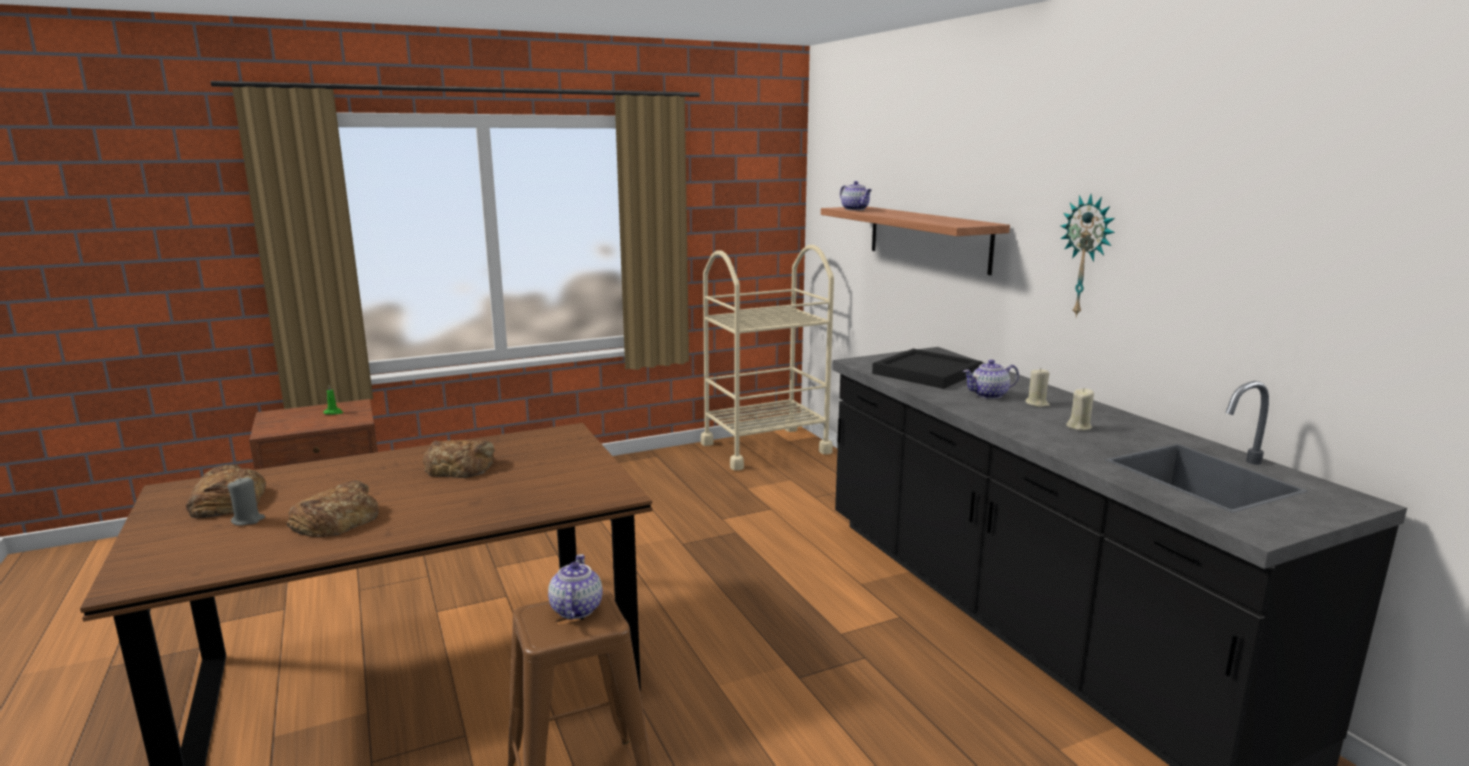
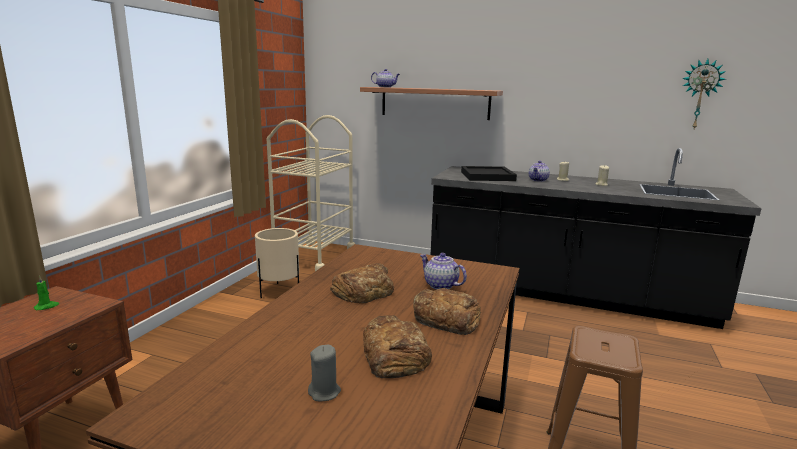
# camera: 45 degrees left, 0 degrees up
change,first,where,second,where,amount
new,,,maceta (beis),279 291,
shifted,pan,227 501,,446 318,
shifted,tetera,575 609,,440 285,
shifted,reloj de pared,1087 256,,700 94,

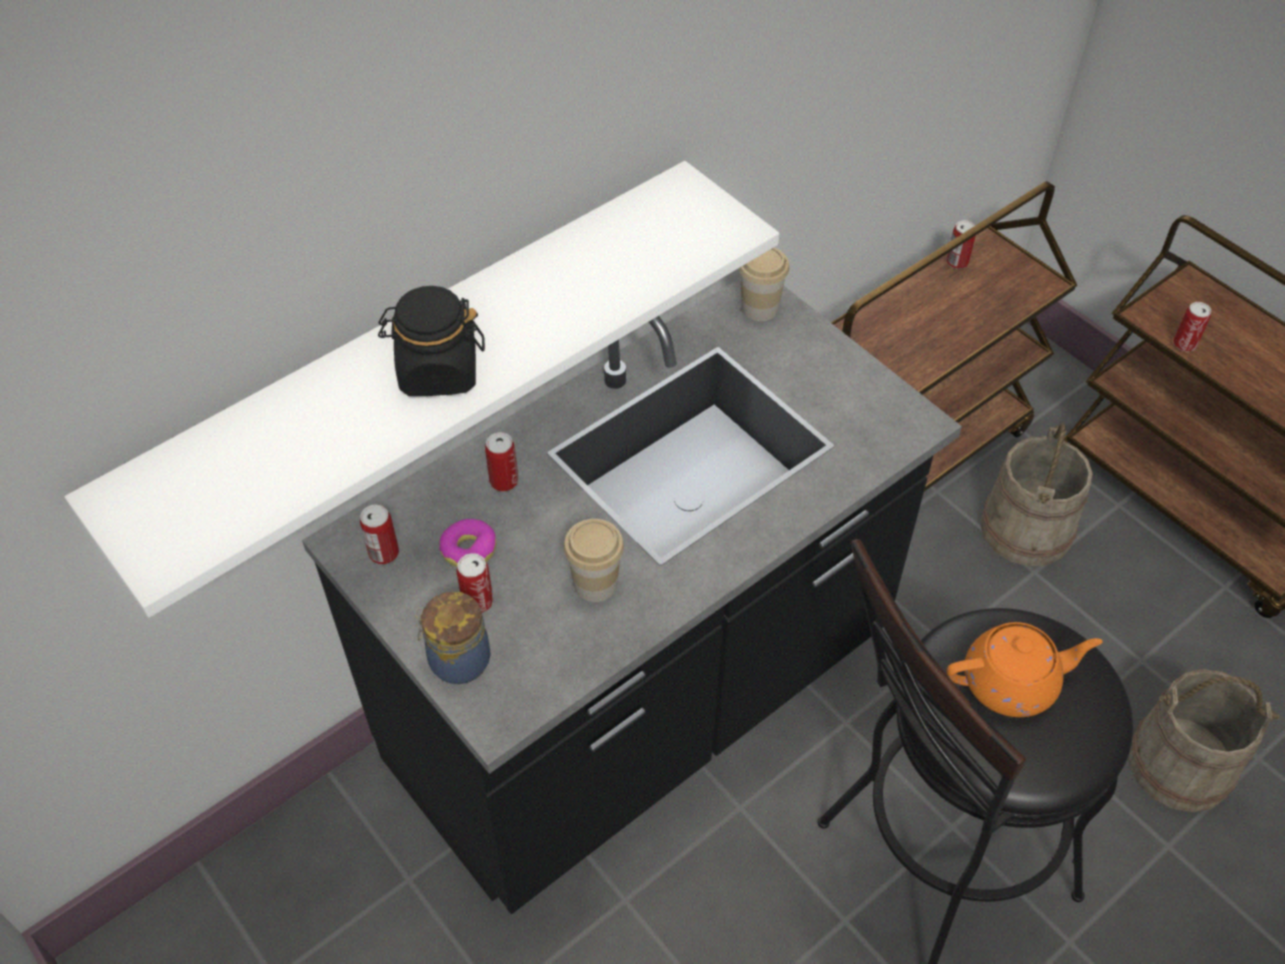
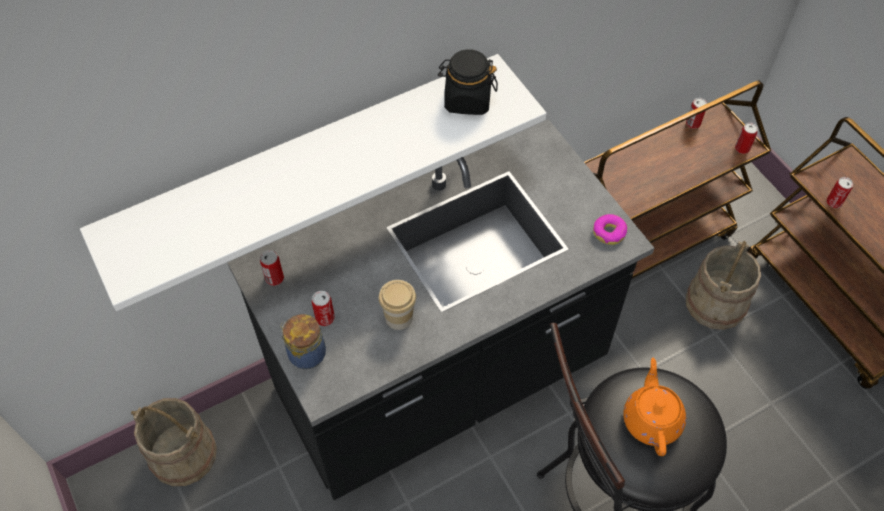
# camera: 10 degrees right, 5 degrees up
change,first,where,second,where,amount
shifted,cubo (beis),1180 764,,182 454,
shifted,tarro (negro),438 371,,467 100,
shifted,rosquilla,469 549,,609 232,
rotated,tetera (naranja),1012 682,,651 419,90 degrees counterclockwise
shifted,lata,504 481,,742 148,
gone,taza,759 308,,,

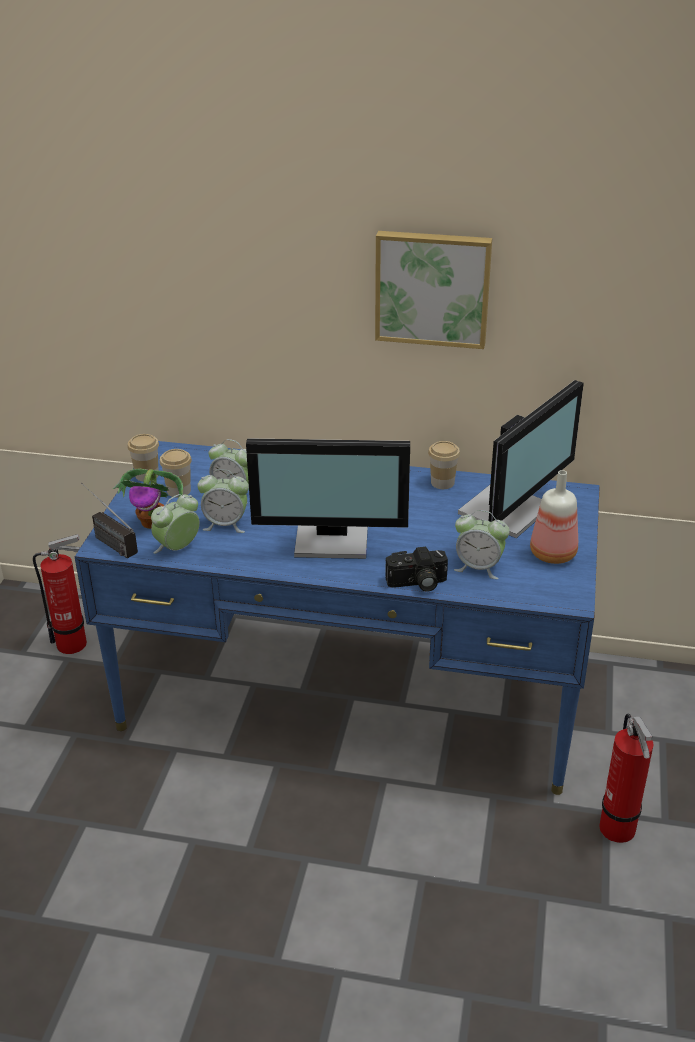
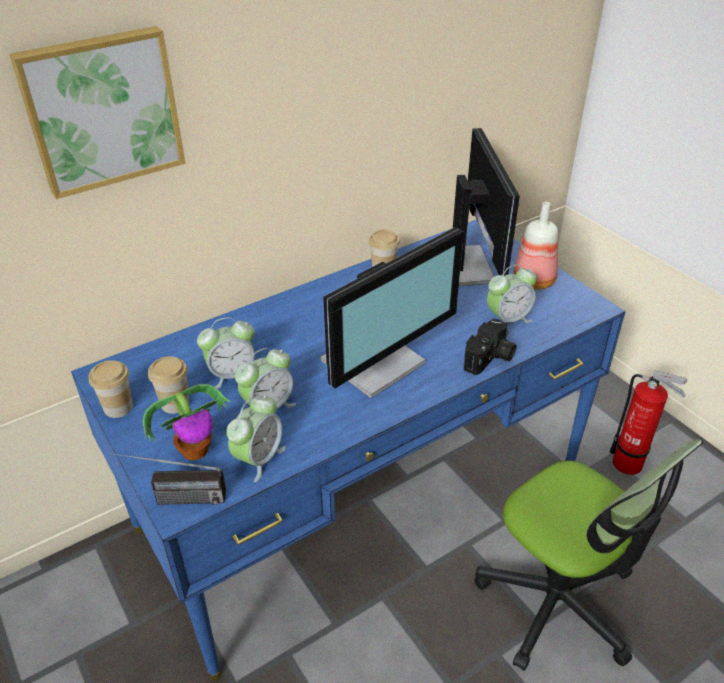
# camera: 45 degrees left, 5 degrees up
change,first,where,second,where,amount
shifted,cuadro,432 288,,102 110,
rotated,despertador,178 548,,259 458,150 degrees counterclockwise
new,,,silla de oficina,557 601,
gone,extintor,75 643,,,

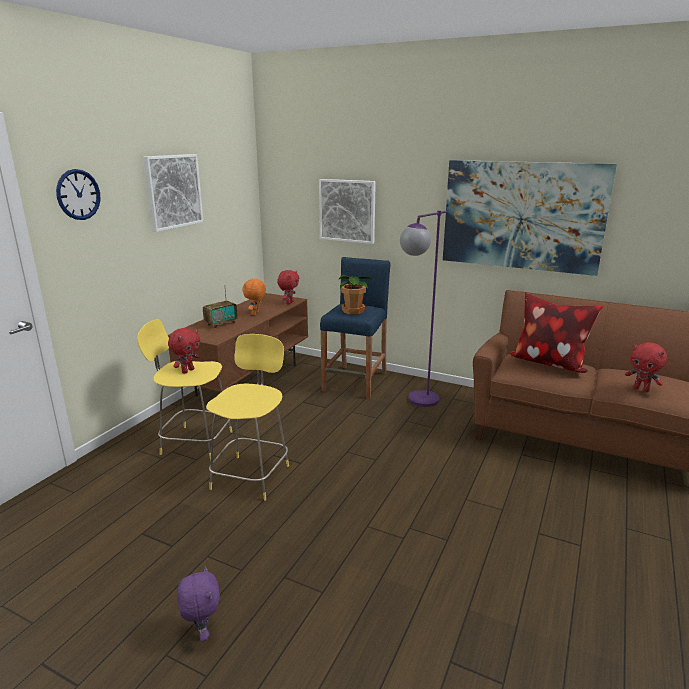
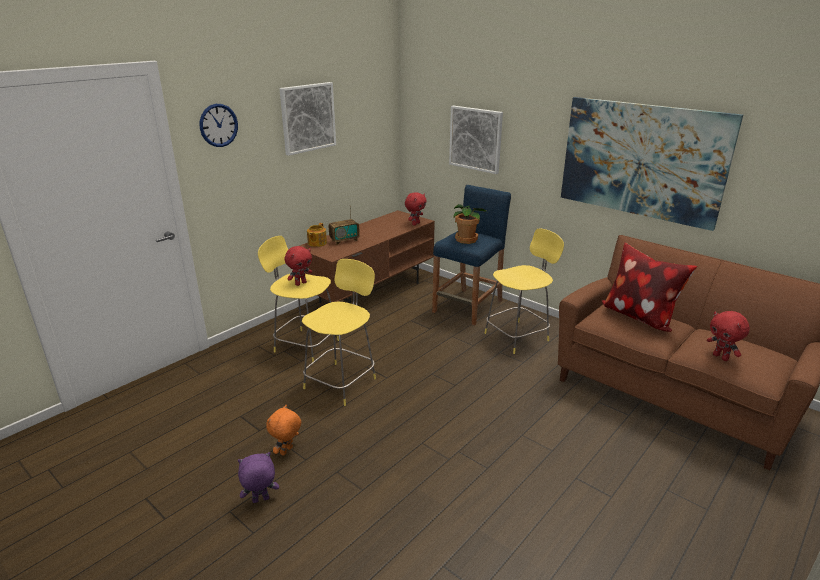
# camera: 15 degrees right, 5 degrees up
change,first,where,second,where,amount
rotated,peluche (morado),202 632,,260 500,105 degrees counterclockwise
shifted,peluche (naranja),255 313,,287 451,
new,,,tetera,317 243,
swapped,lámpara de pie (morado),417 403,taburete (amarillo),518 336,

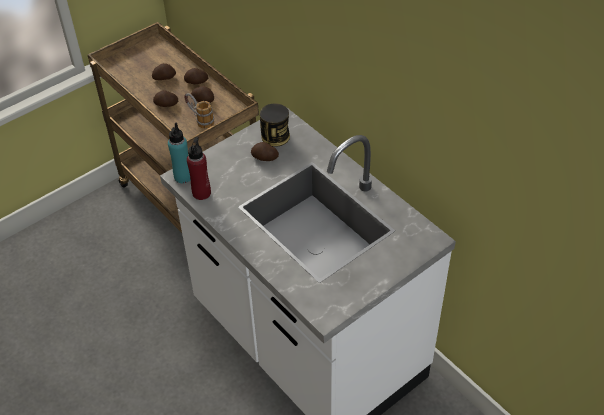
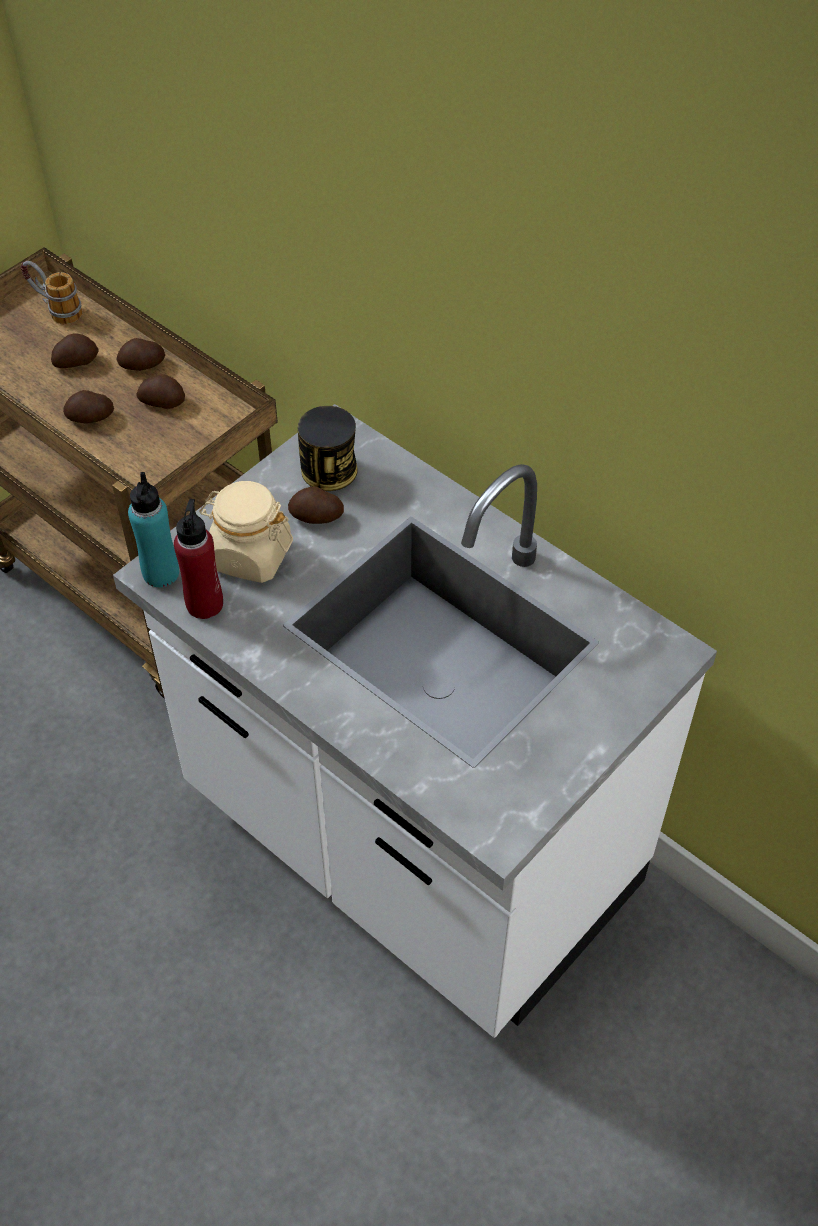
# camera: 10 degrees left, 5 degrees up
change,first,where,second,where,amount
shifted,taza grande,199 120,,55 310,
new,,,tarro (beis),250 555,

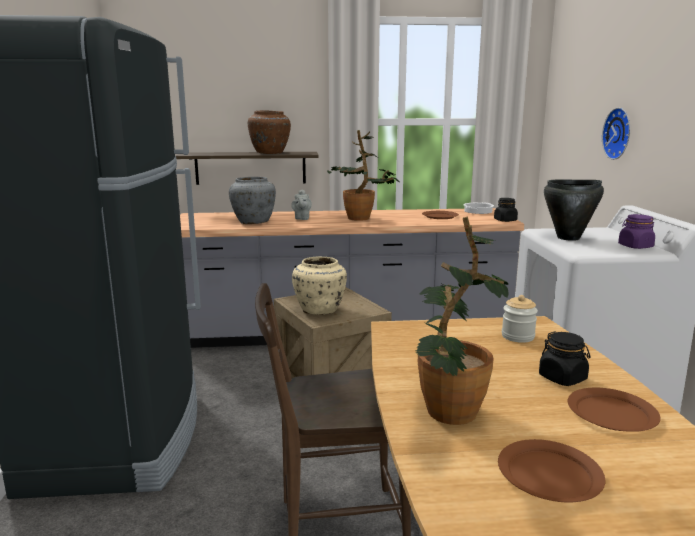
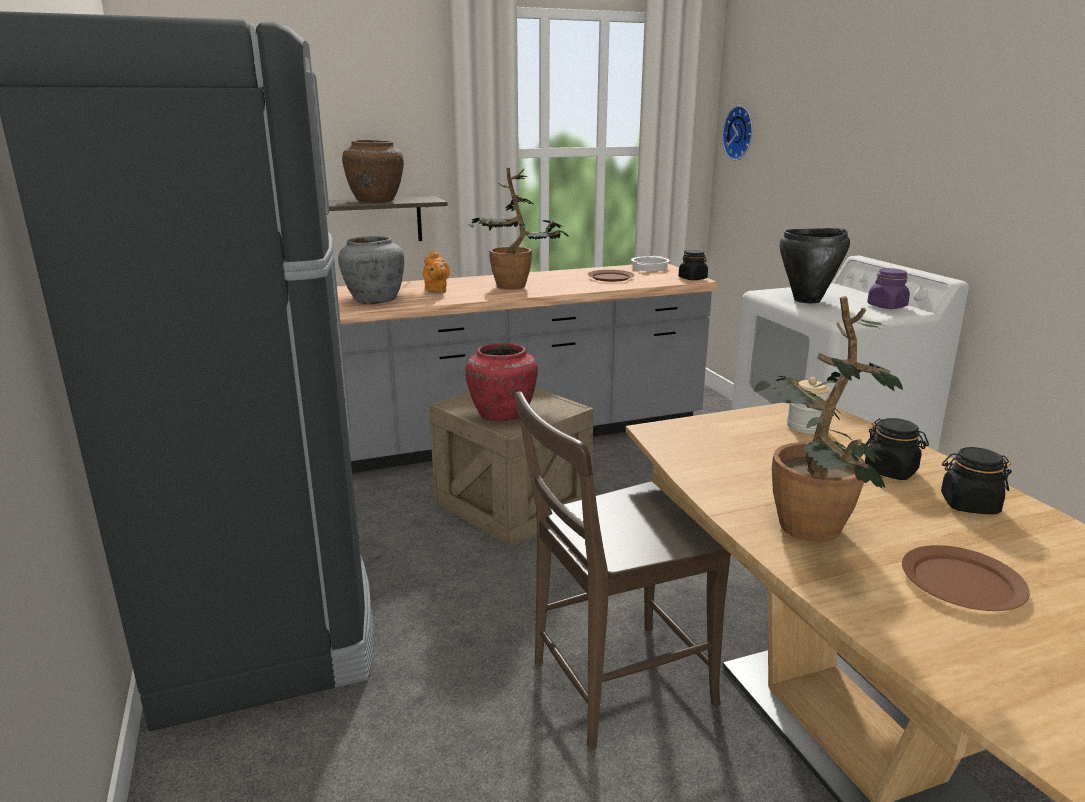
# camera: 15 degrees left, 5 degrees up
change,first,where,second,where,amount
repainted,tetera (gris),302 218,tetera (naranja),436 291,
repainted,florero (beis),320 310,florero (rojo),503 414,
shifted,reloj de pared,619 133,,740 133,
swapped,plato (marrón),612 413,tarro (negro),968 505,

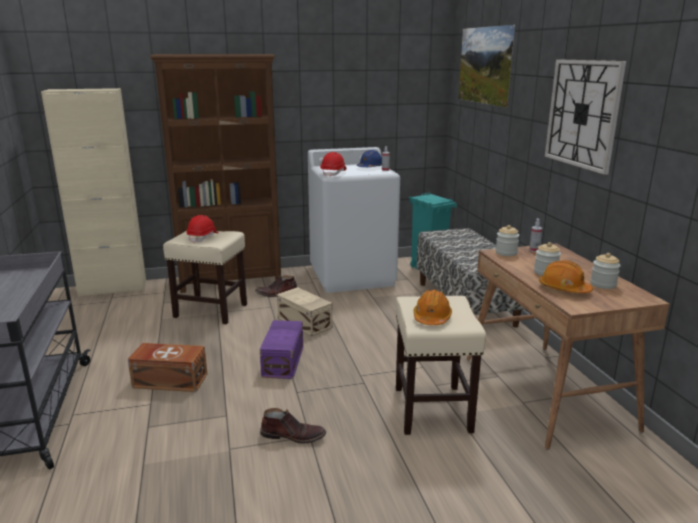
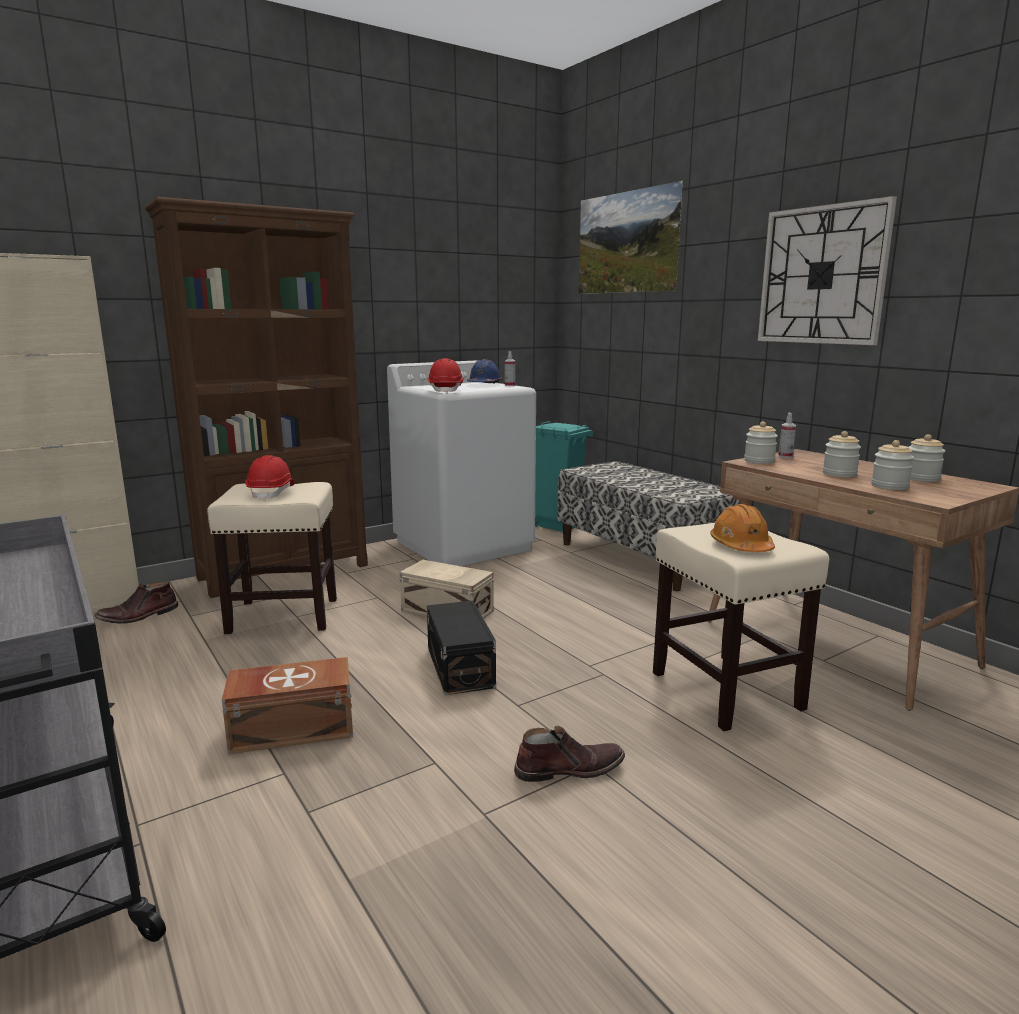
# camera: 20 degrees left, 5 degrees down
change,first,where,second,where,amount
shifted,bota (marrón),276 293,,138 616,
repainted,caja de almacenaje (morado),284 361,caja de almacenaje (negro),461 666,
swapped,casco (naranja),563 289,tarro,889 486,

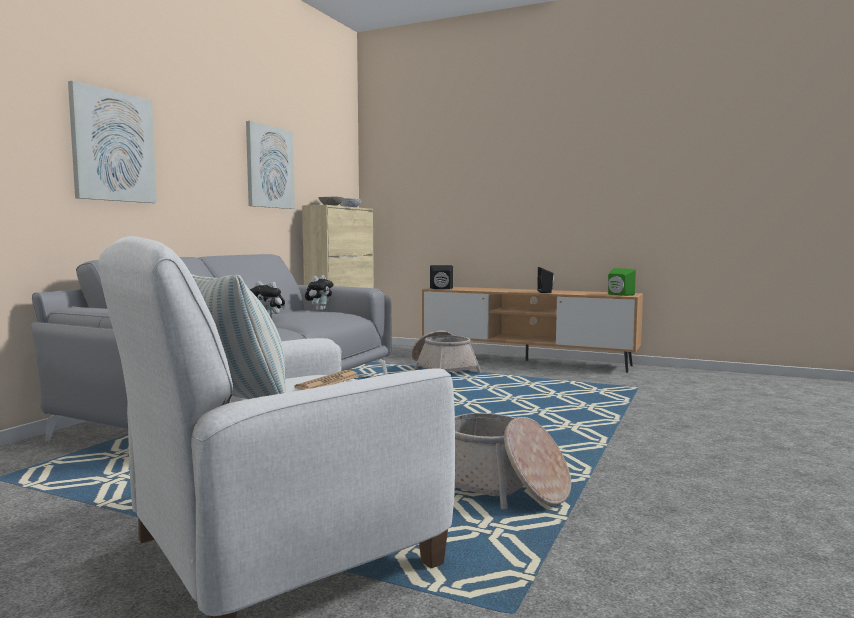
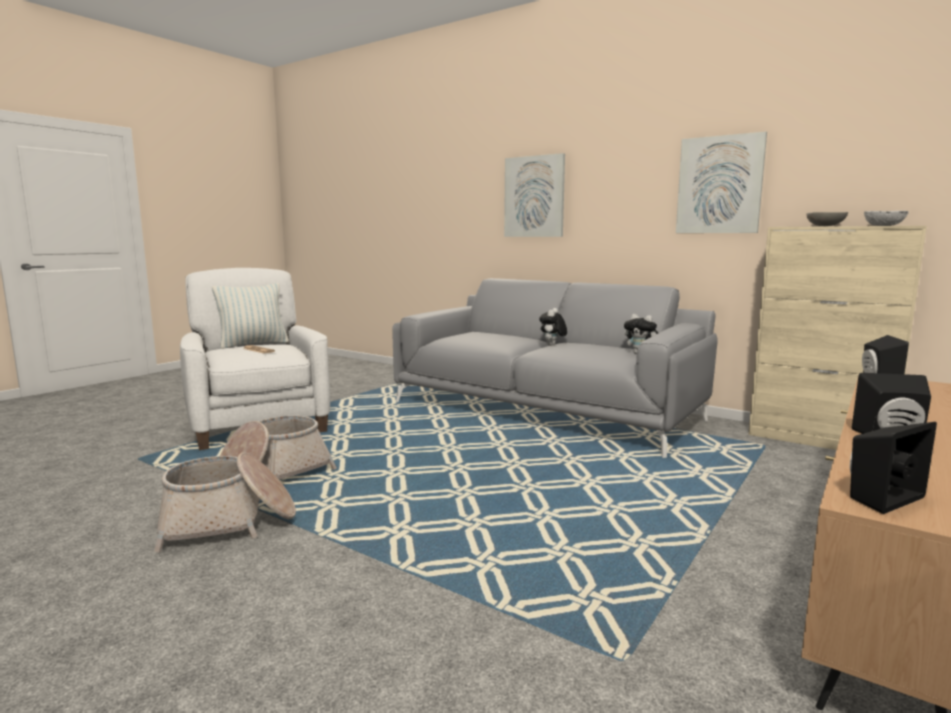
# camera: 100 degrees right, 5 degrees up
change,first,where,second,where,amount
shifted,cesta,443 369,,229 523,
repainted,altavoz (verde),619 294,altavoz (negro),879 497,

